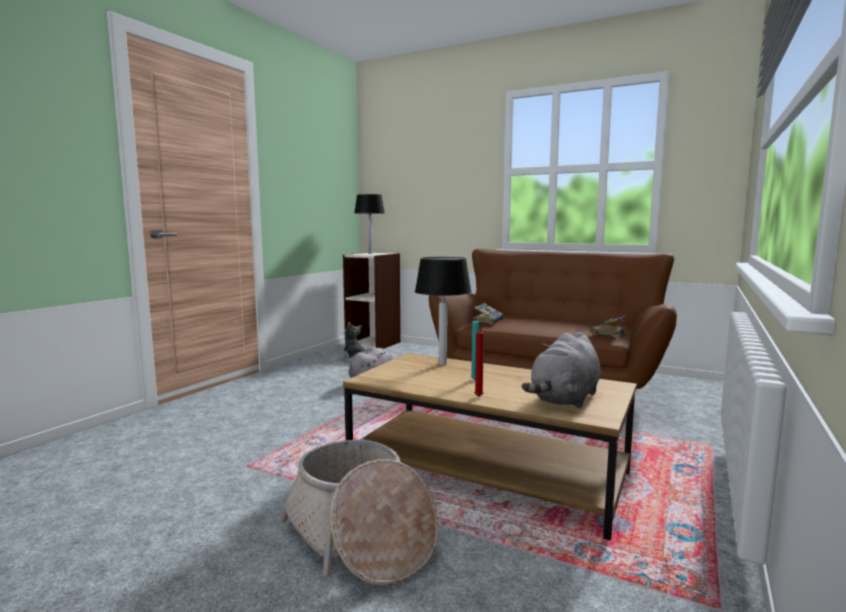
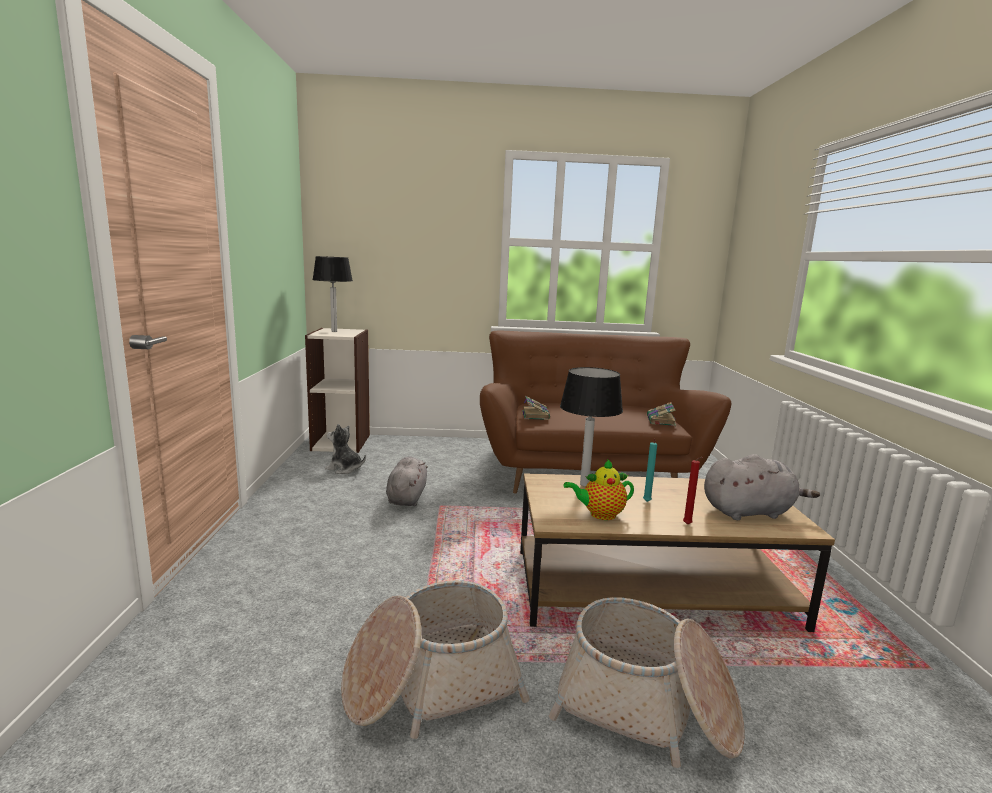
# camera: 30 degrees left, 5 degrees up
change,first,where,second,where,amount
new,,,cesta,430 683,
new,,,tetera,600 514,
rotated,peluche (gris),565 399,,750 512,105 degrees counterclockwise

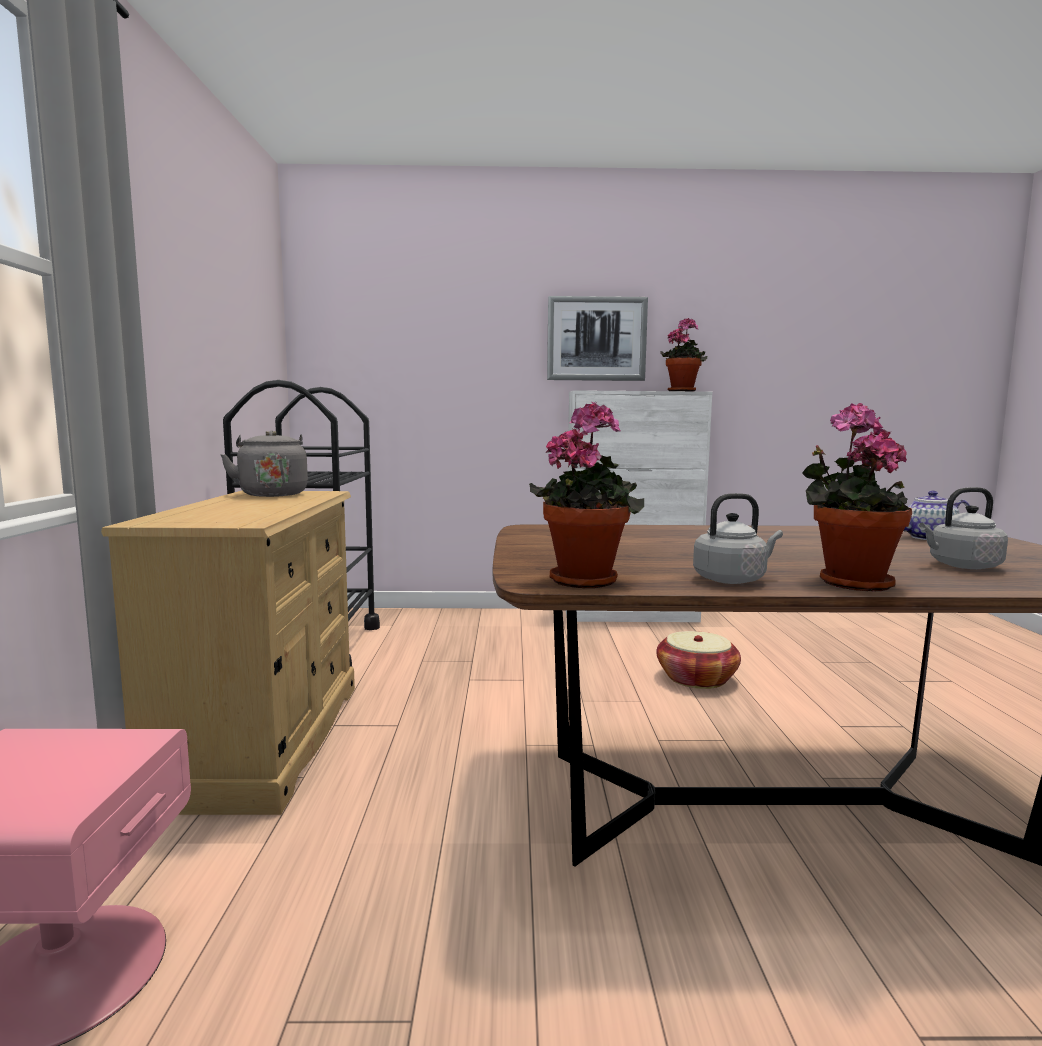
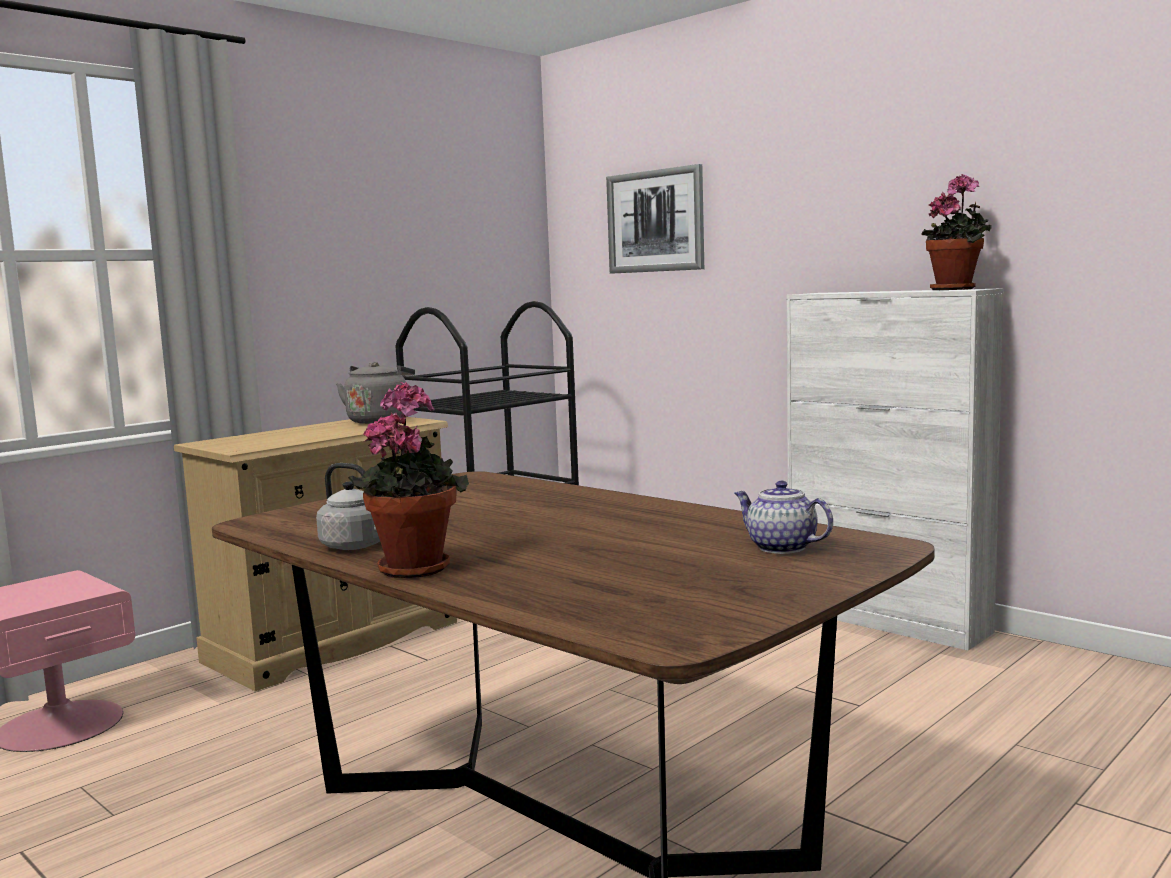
# camera: 45 degrees right, 0 degrees up
change,first,where,second,where,amount
shifted,cuadro,596 339,,655 221,
gone,planta en maceta,586 579,,,
gone,cesta,696 679,,,
gone,hervidor (gris),961 566,,,

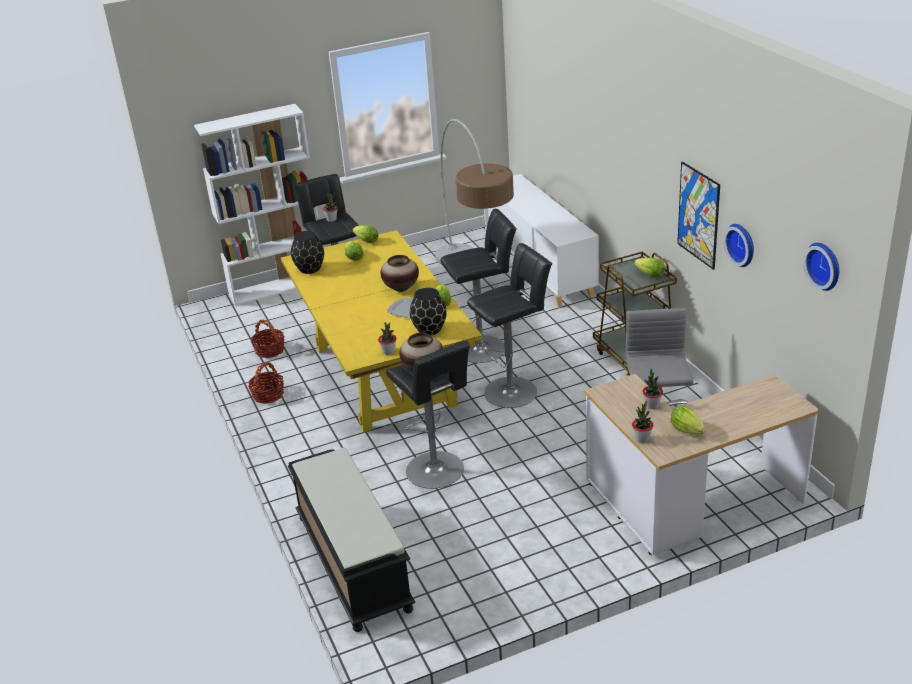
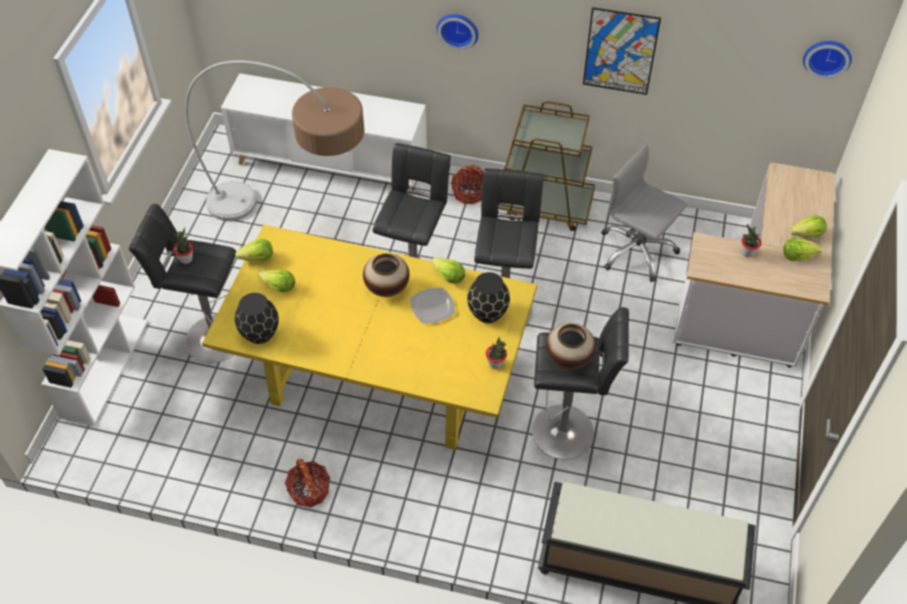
# camera: 55 degrees left, 20 degrees up
change,first,where,second,where,amount
shifted,reloj de pared,742 244,,458 29,
shifted,cesta,270 350,,469 193,
shifted,lechuga,650 275,,807 235,
gone,planta en maceta,642 438,,,

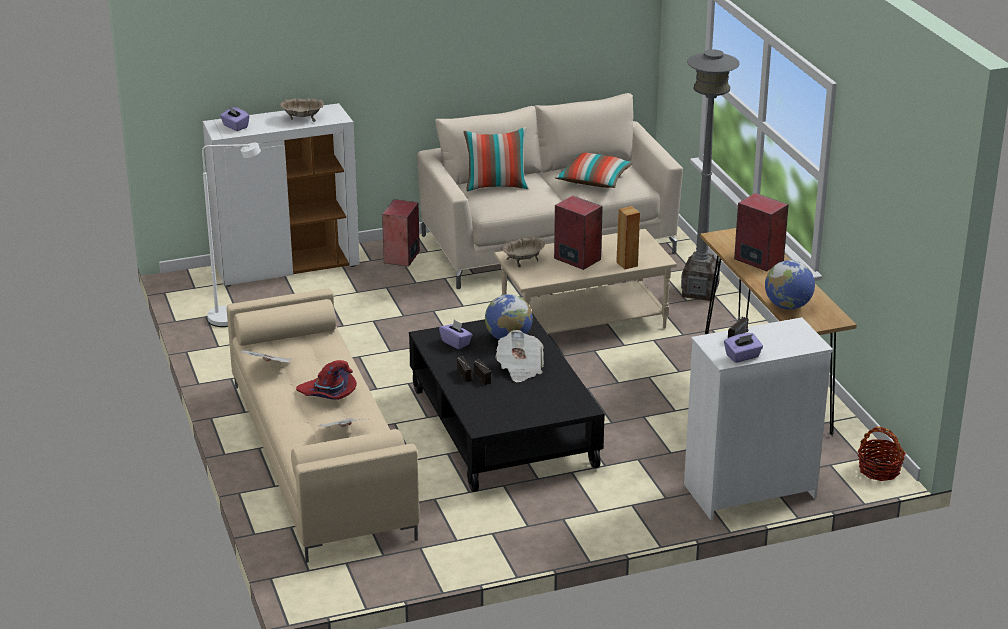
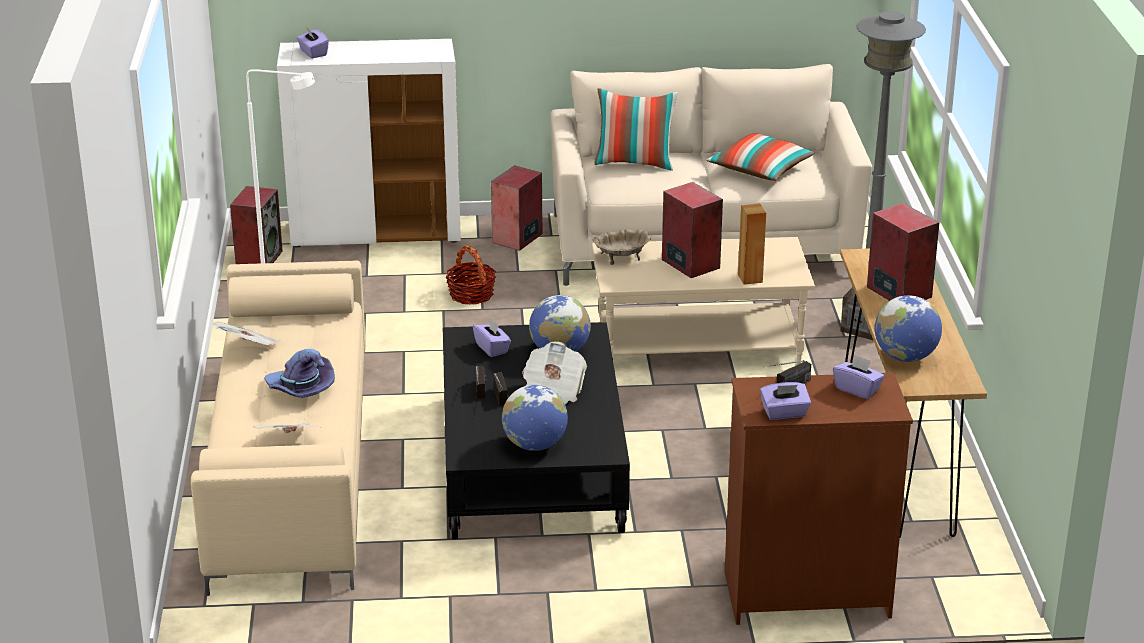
# camera: 15 degrees right, 0 degrees up
change,first,where,second,where,amount
new,,,altavoz,258 258,
repainted,sombrero (rojo),328 394,sombrero (morado),300 390,
shifted,cesta,879 470,,471 295,
new,,,globo terráqueo,535 445,
repainted,cómoda (blanco),749 490,cómoda (marrón),806 594,
new,,,caja de pañuelos (morado),857 389,
gone,cuenco (beis),302 119,,,

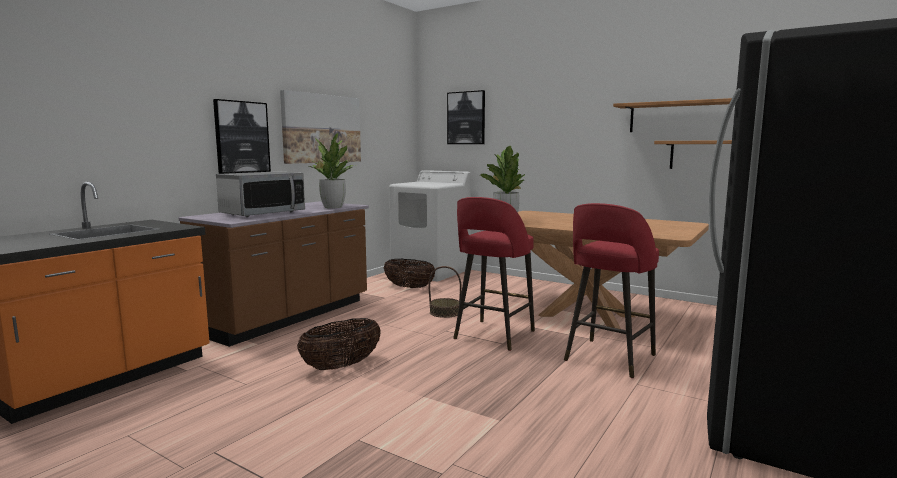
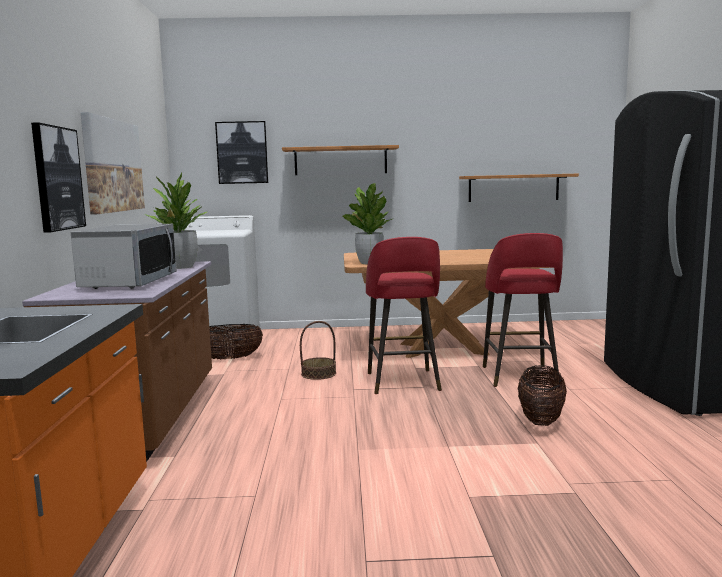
# camera: 35 degrees left, 0 degrees up
change,first,where,second,where,amount
shifted,estante,681 117,,340 161,
shifted,cesta,341 366,,541 419,

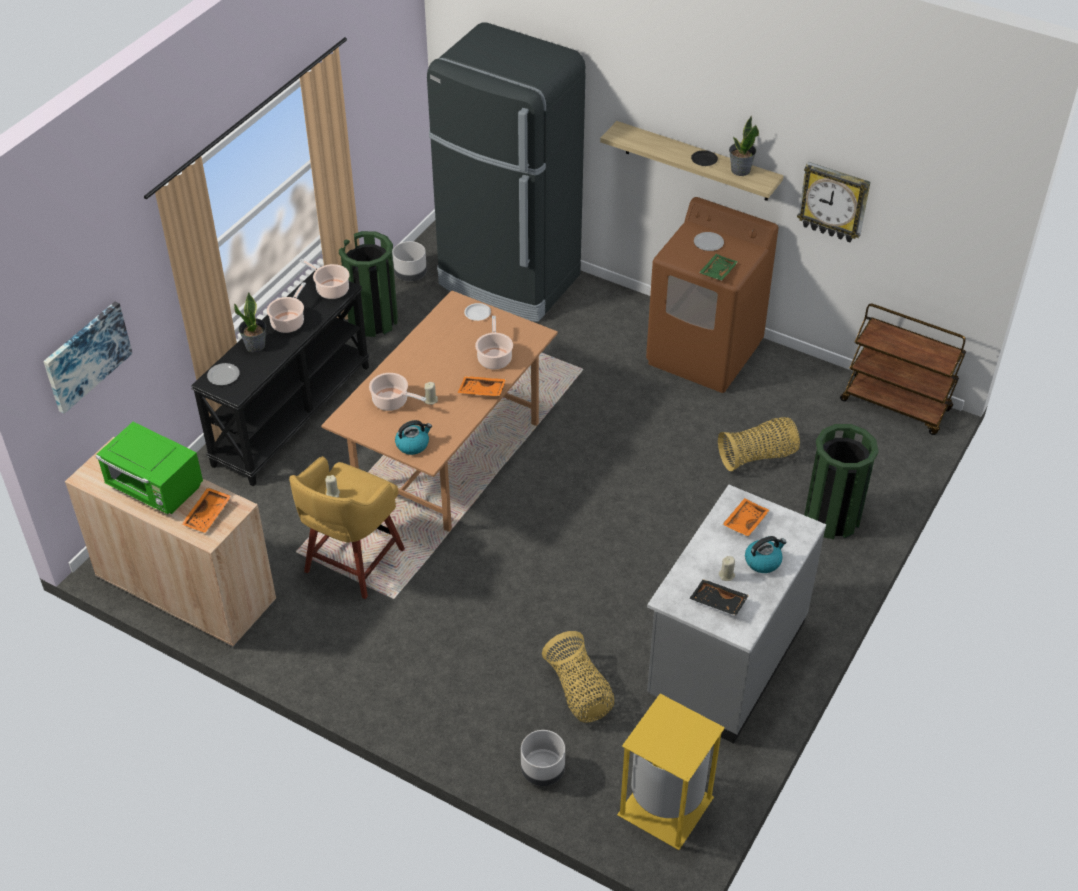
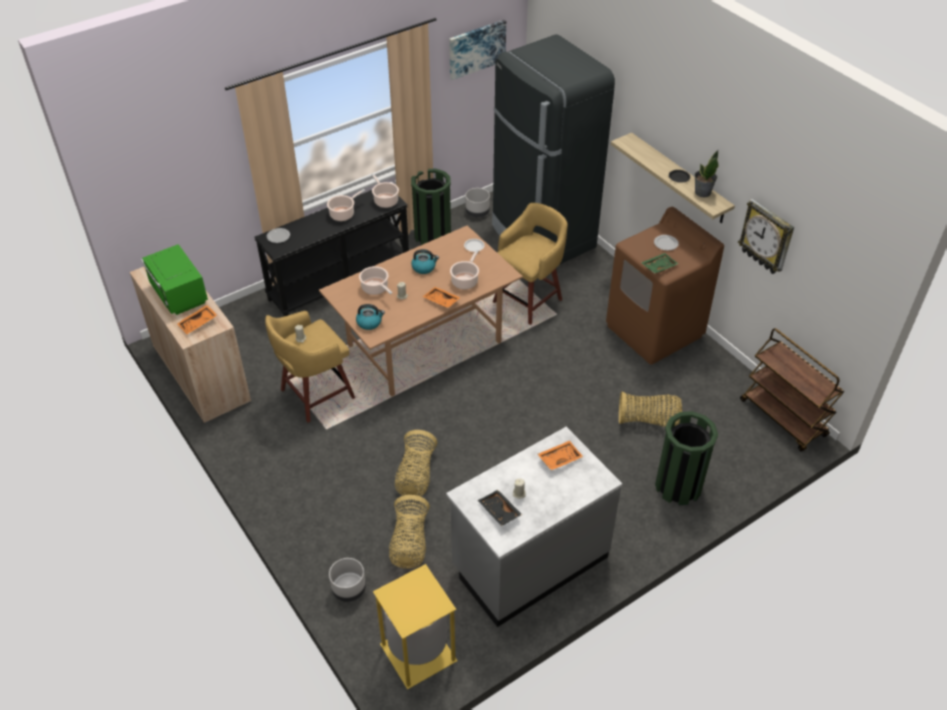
# camera: 25 degrees right, 0 degrees up
change,first,where,second,where,amount
new,,,cesta,415 475,
shifted,hervidor,763 561,,424 267,
shifted,cuadro,86 356,,476 48,
new,,,taburete (amarillo),529 299,
gone,planta en maceta,255 346,,,

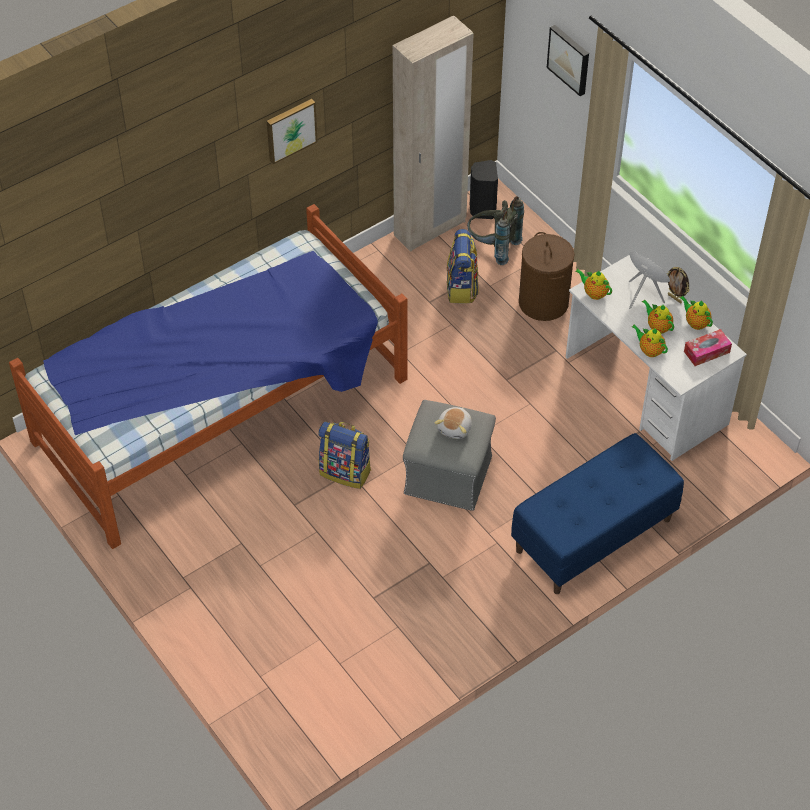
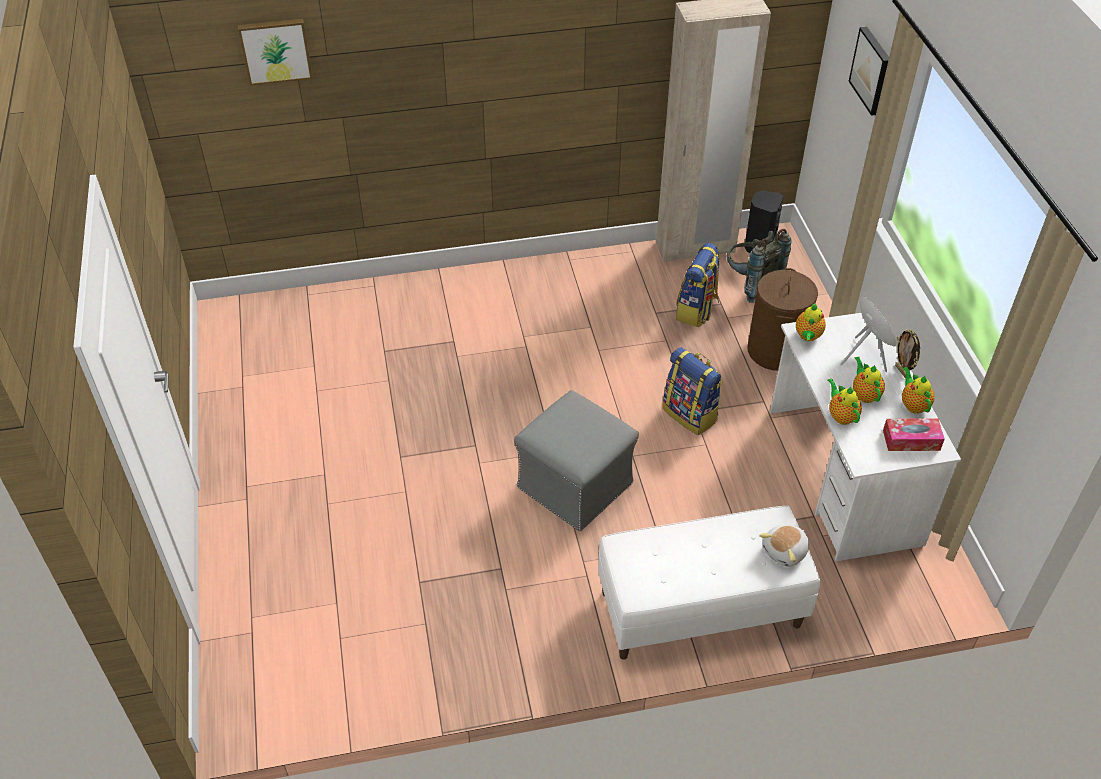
# camera: 25 degrees right, 5 degrees down
change,first,where,second,where,amount
shifted,cuadro,290 129,,275 50,
repainted,banco (azul),593 536,banco (blanco),700 610,
shifted,mochila,346 472,,691 414,
shifted,peluche,455 428,,785 551,
rotated,tetera,594 293,,808 336,135 degrees counterclockwise
gone,cama,223 411,,,

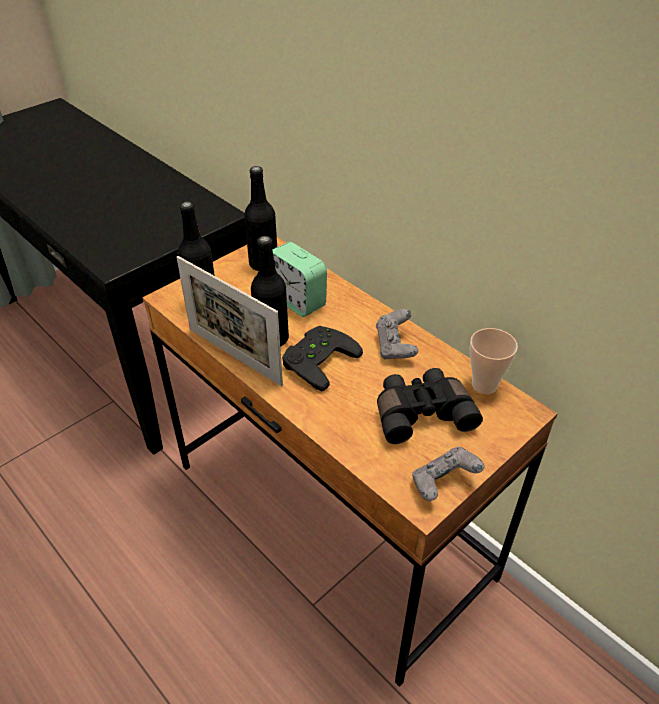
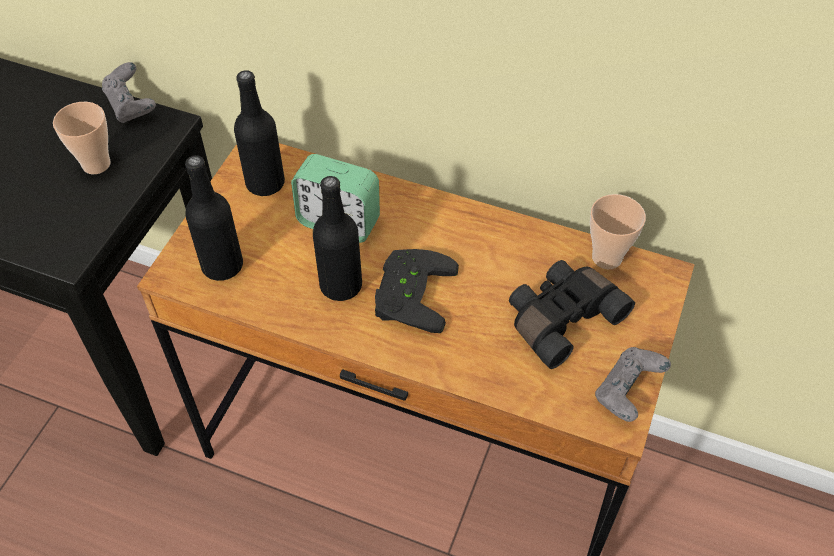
# camera: 25 degrees left, 10 degrees up
change,first,where,second,where,amount
new,,,taza,96 164,
shifted,mando de consola (gris),395 347,,131 106,
gone,portarretratos,234 356,,,

